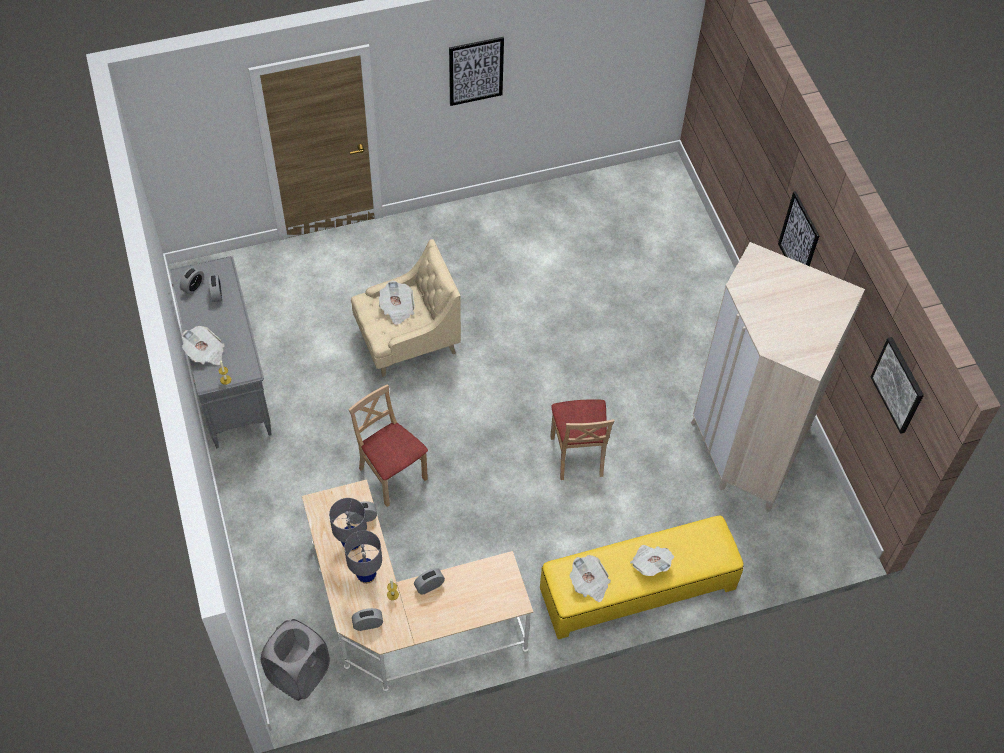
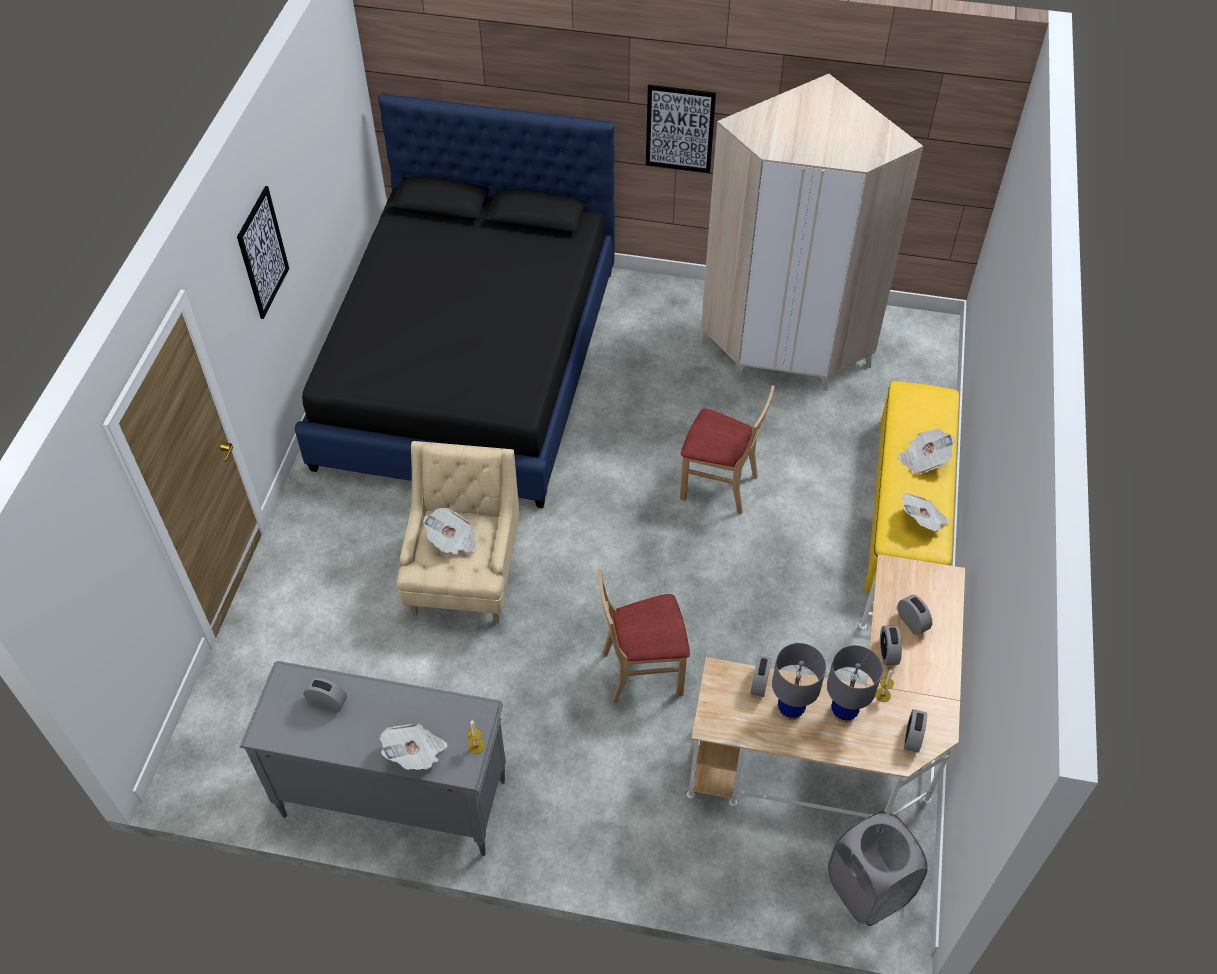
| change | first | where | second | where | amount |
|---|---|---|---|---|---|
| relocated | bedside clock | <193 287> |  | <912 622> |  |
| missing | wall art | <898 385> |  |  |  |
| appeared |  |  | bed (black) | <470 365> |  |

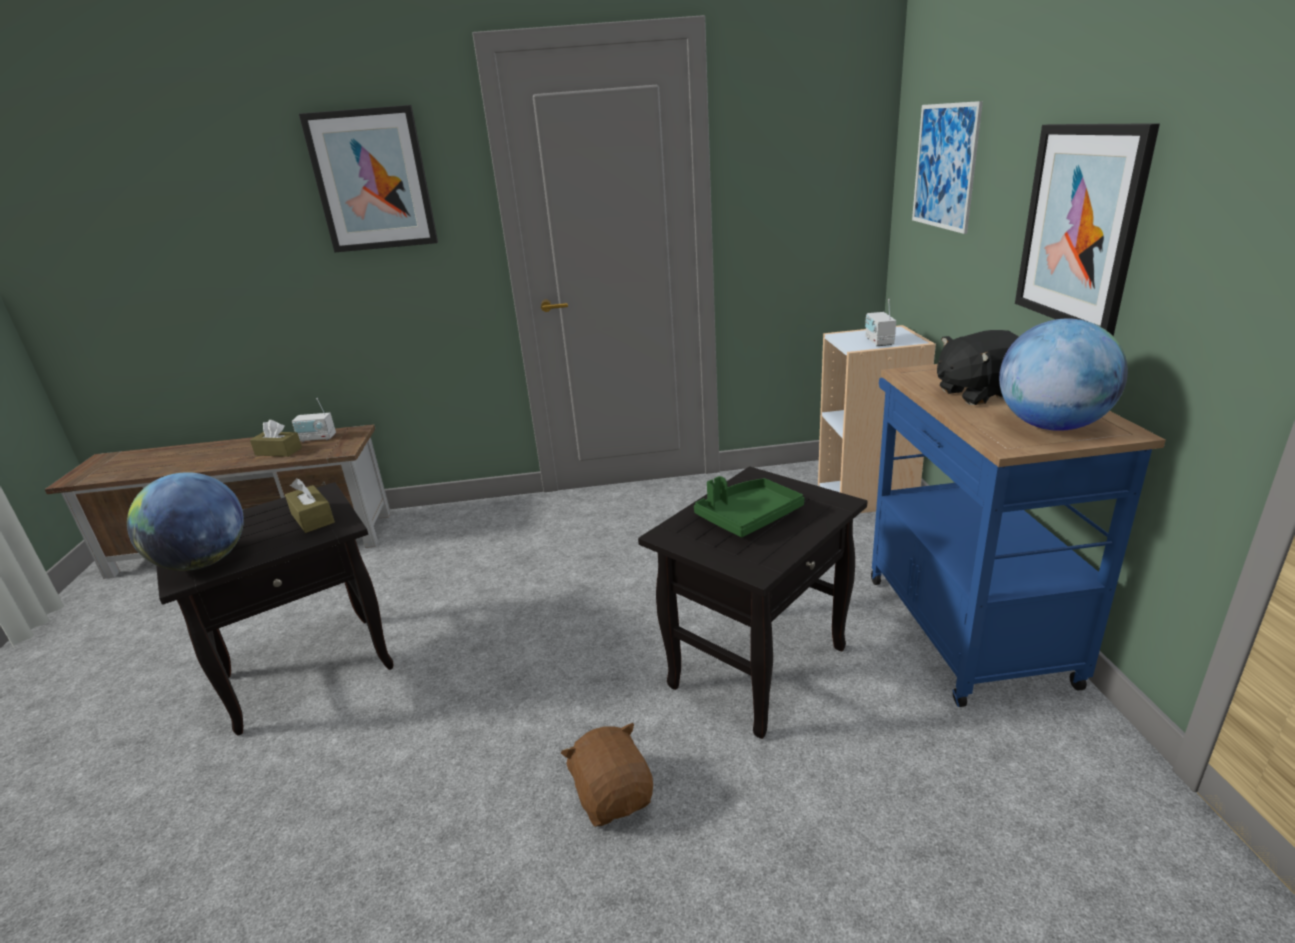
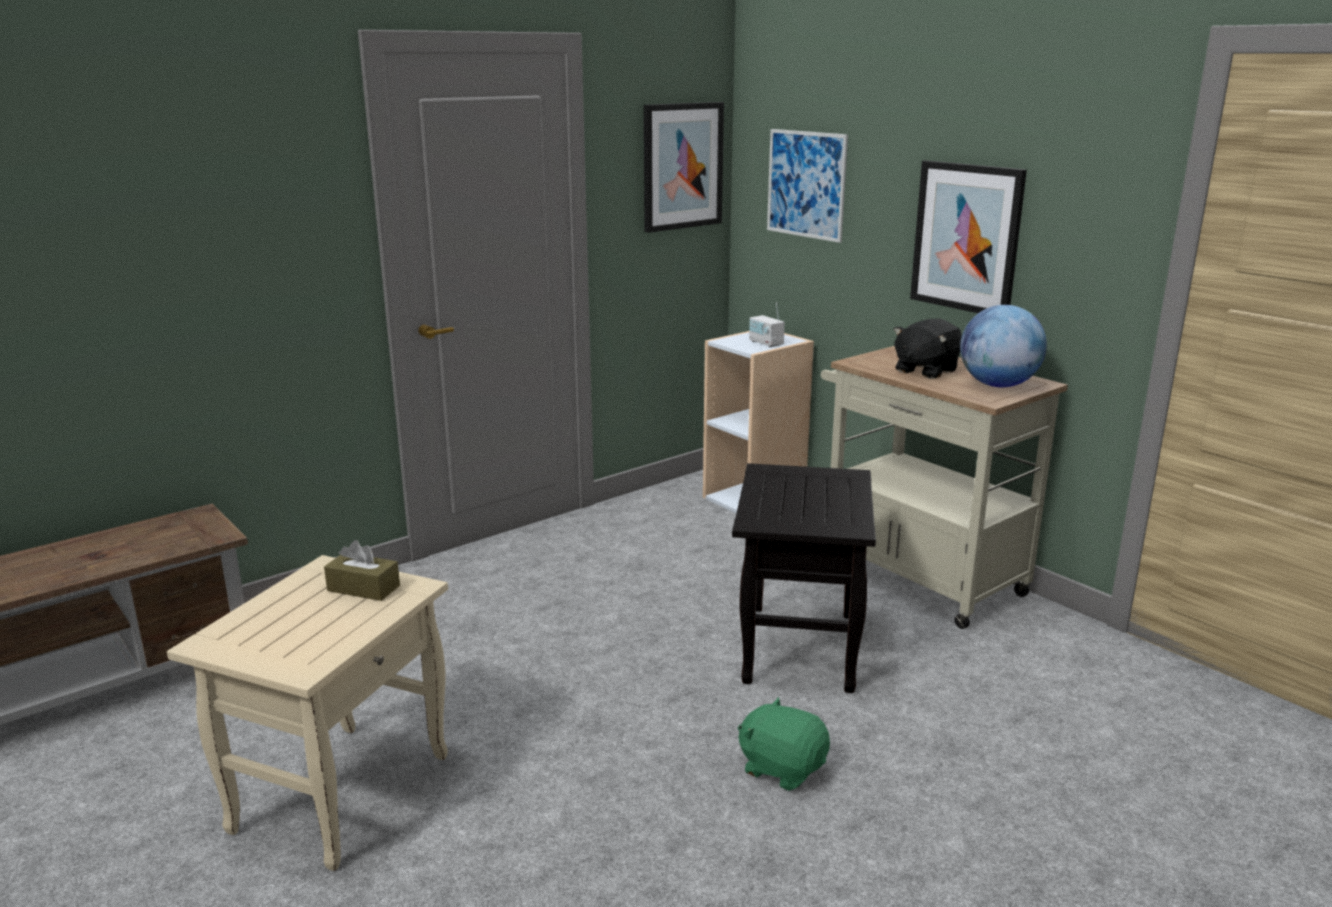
| change | first | where | second | where | amount |
|---|---|---|---|---|---|
| relocated | wall art | <372 180> |  | <682 166> |  |
| colour | trolley (blue-coloured) | <961 625> | trolley (sand-coloured) | <917 577> |  |
| missing | radio | <317 438> |  |  |  |
| missing | box of tissues (brown-coloured) | <278 451> |  |  |  |
| missing | globe | <204 562> |  |  |  |
| missing | tray (green) | <748 517> |  |  |  |
| colour | end table (black) | <311 669> | end table (sand-coloured) | <342 790> |  |
| colour | cuddly toy (brown-coloured) | <613 795> | cuddly toy (green) | <782 768> |  |

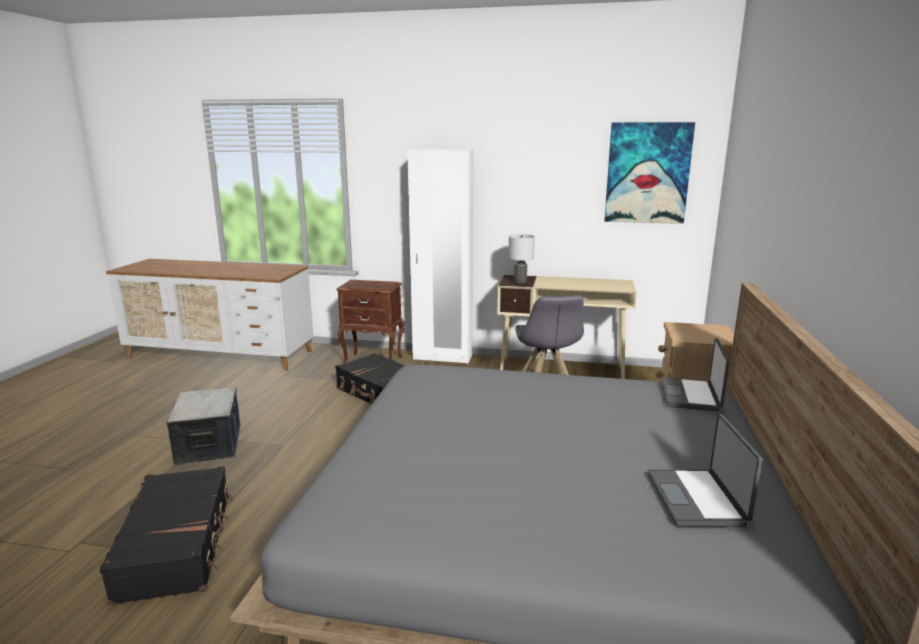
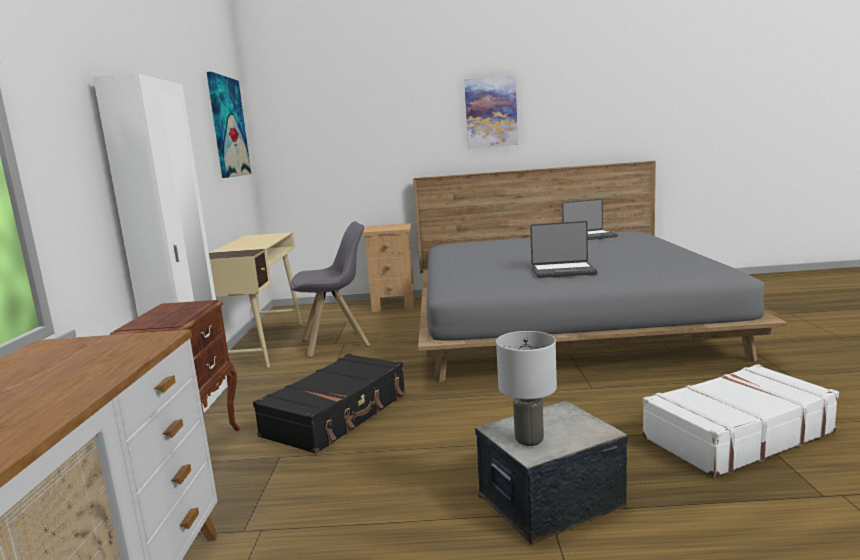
| change | first | where | second | where | amount |
|---|---|---|---|---|---|
| relocated | lamp for a table (white) | <520 283> |  | <530 439> |  |
| relocated | notebook computer | <691 396> |  | <563 271> |  |
| colour | piece of luggage (black) | <177 544> | piece of luggage (white) | <735 434> |  |
| appeared |  |  | wall art | <491 112> |  |

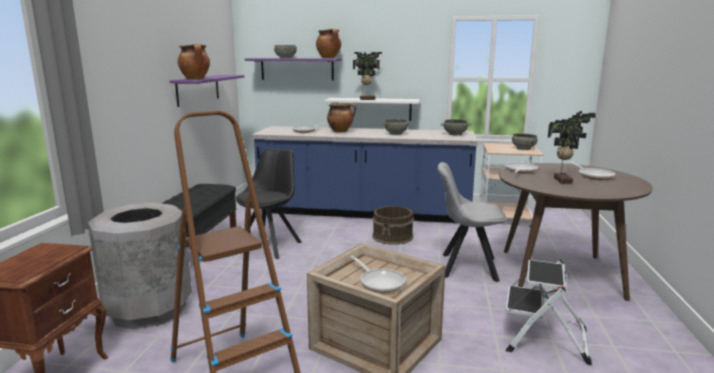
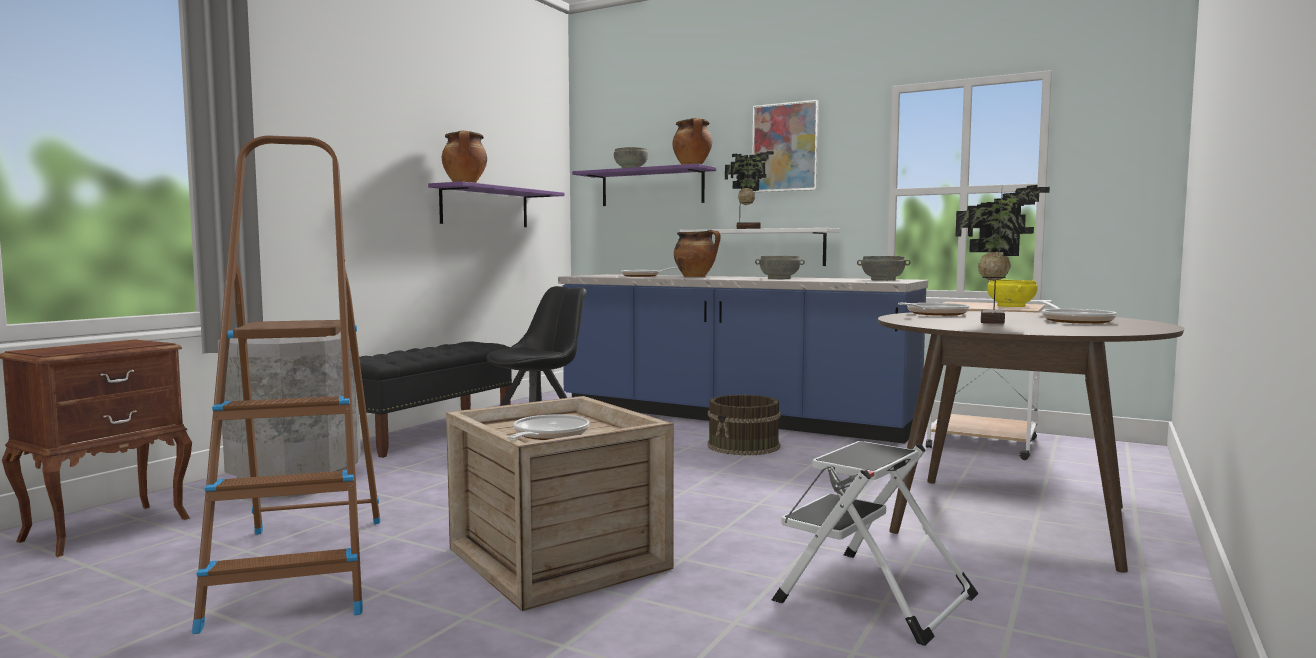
| change | first | where | second | where | amount |
|---|---|---|---|---|---|
| colour | bowl (gray) | <523 148> | bowl (yellow) | <1010 306> |  |
| missing | plain chair (gray) | <467 267> |  |  |  |
| spun | skillet | <380 282> |  | <547 435> | 150 degrees counterclockwise |
| appeared |  |  | wall art | <785 147> |  |

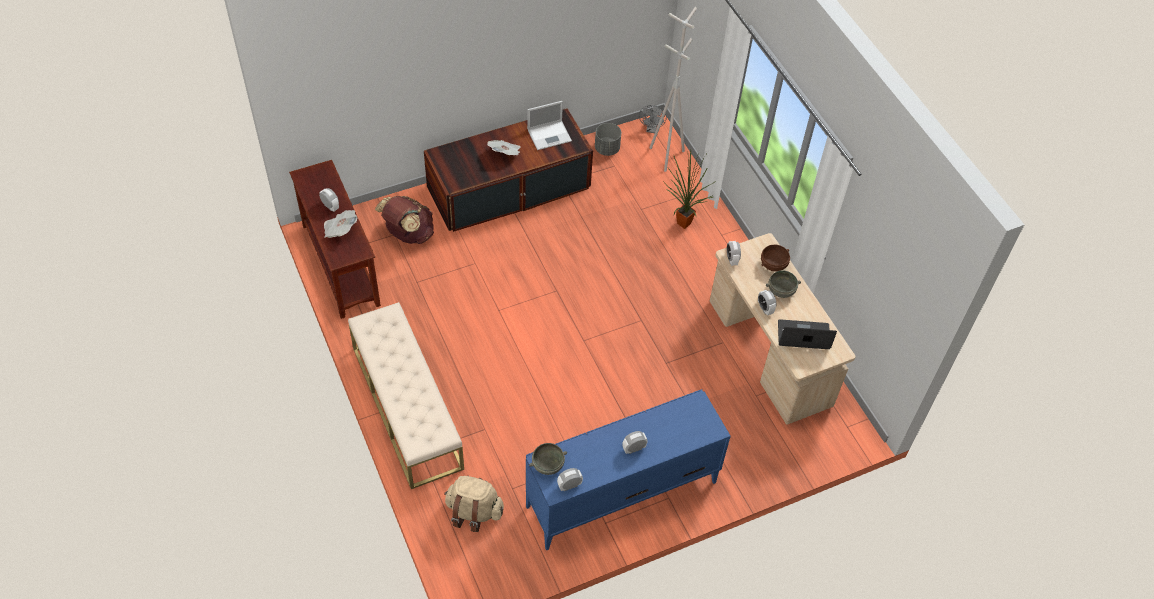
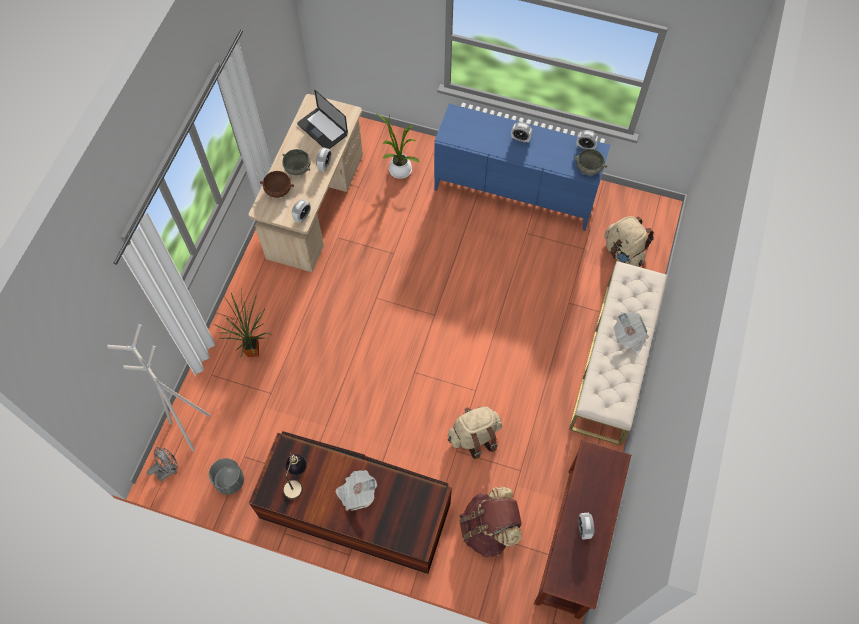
| change | first | where | second | where | amount |
|---|---|---|---|---|---|
| exchanged | notebook computer | <550 135> | lamp for a table | <296 481> |  |
| relocated | newspaper | <340 230> |  | <629 336> |  |
| appeared |  |  | potted plant | <399 168> |  |
| appeared |  |  | knapsack (sand-coloured) | <474 436> |  |

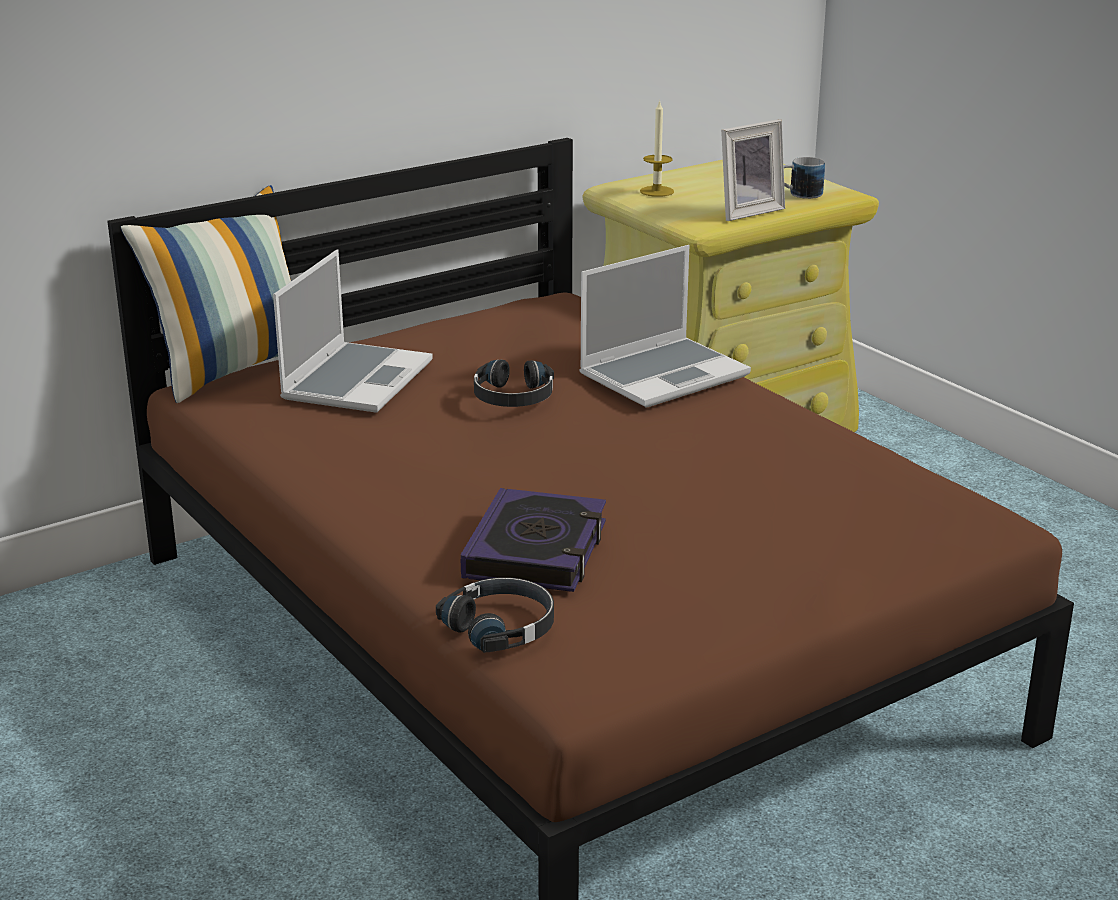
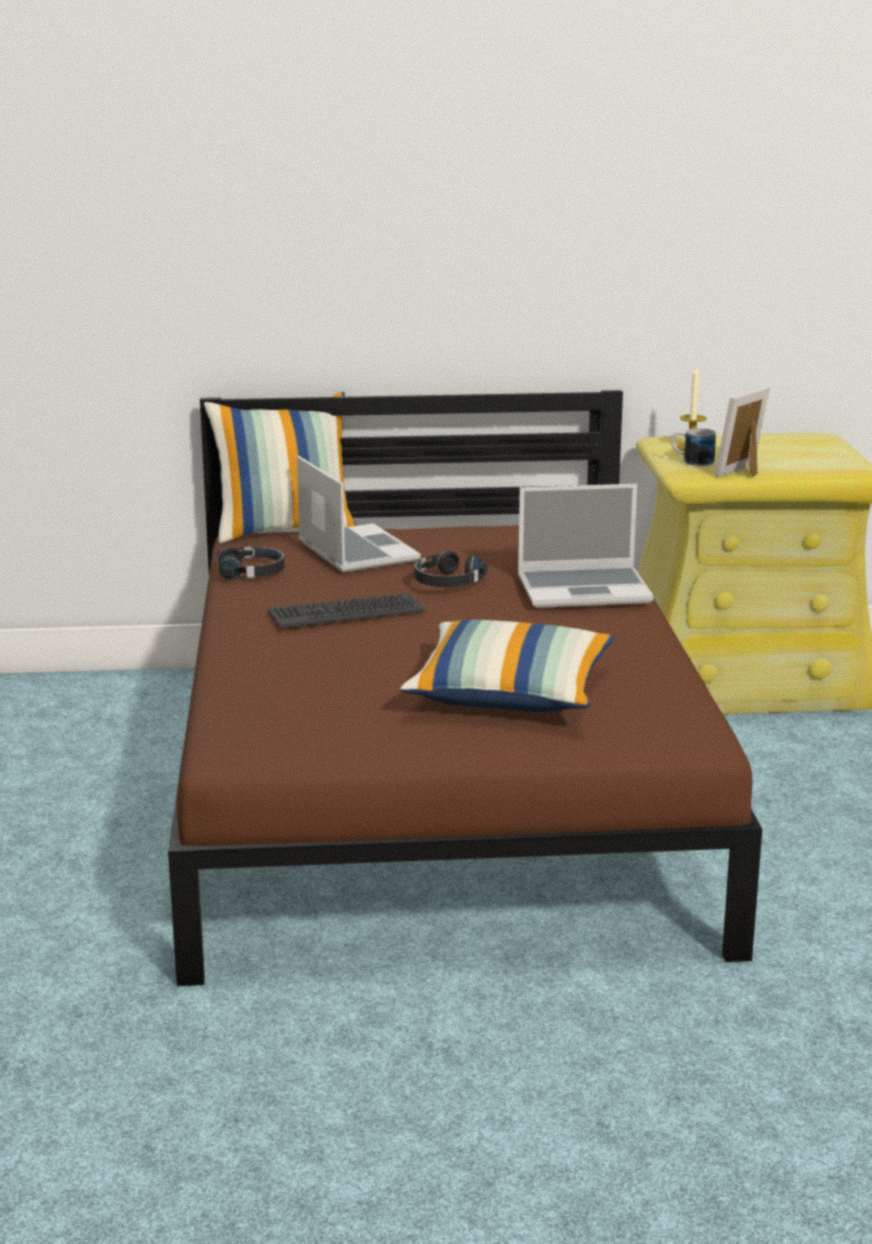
| change | first | where | second | where | amount |
|---|---|---|---|---|---|
| spun | picture frame | <746 211> |  | <745 472> | 135 degrees clockwise |
| relocated | tea mug | <799 194> |  | <691 461> |  |
| spun | notebook computer | <356 380> |  | <355 551> | 75 degrees counterclockwise |
| missing | volume | <536 551> |  |  |  |
| relocated | pair of headphones (black) | <501 627> |  | <251 572> |  |
| appeared |  |  | computer keyboard | <345 612> |  |
| appeared |  |  | pillow | <510 694> |  |

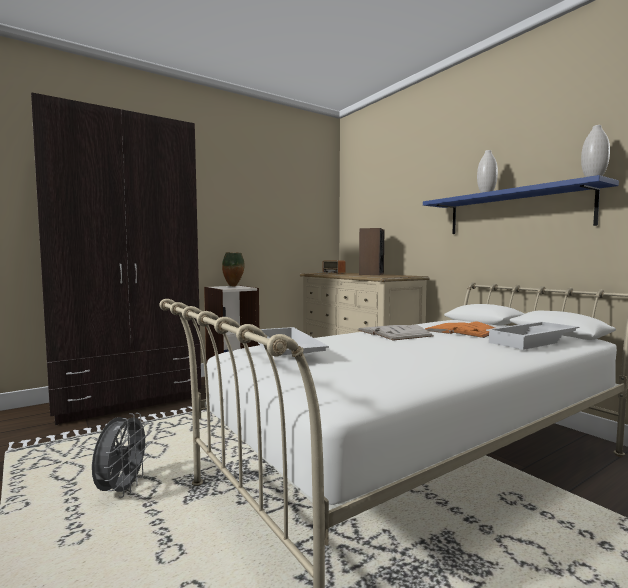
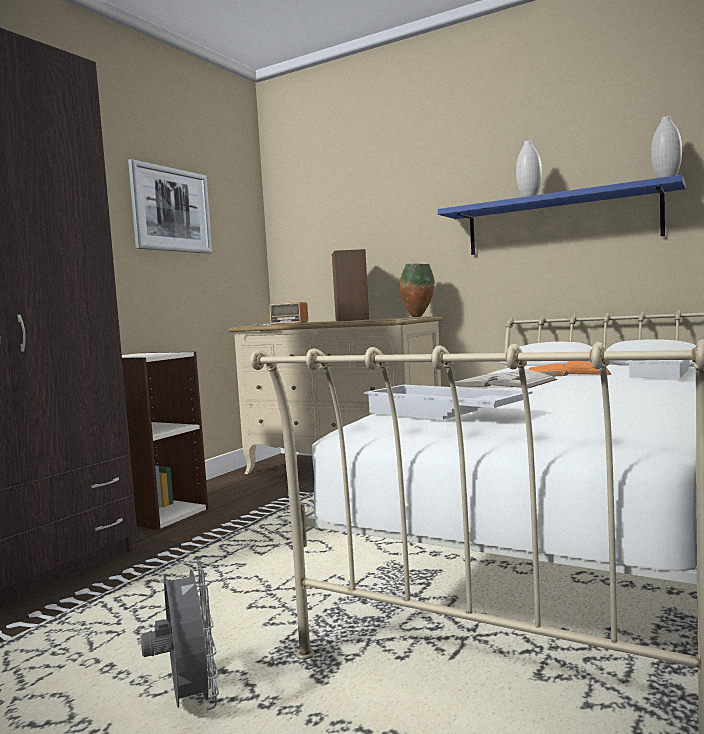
| change | first | where | second | where | amount |
|---|---|---|---|---|---|
| relocated | vase | <234 286> |  | <418 316> |  |
| appeared |  |  | wall art | <171 210> |  |

